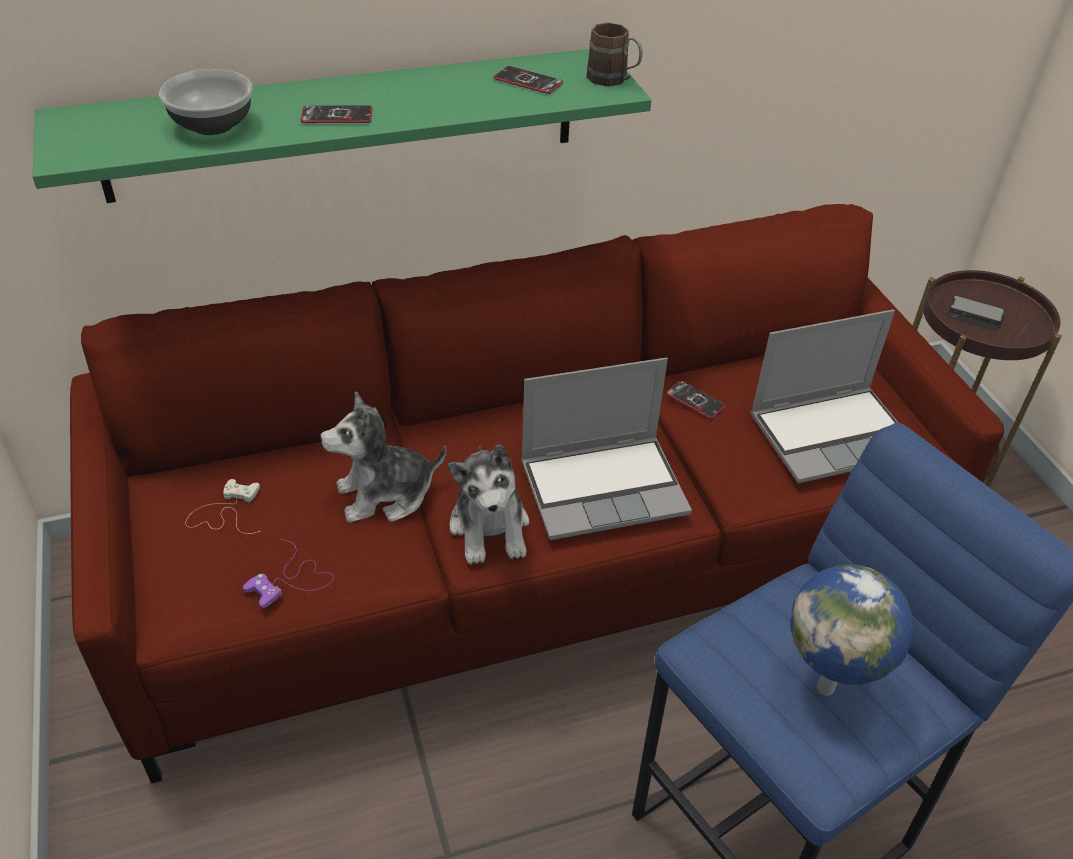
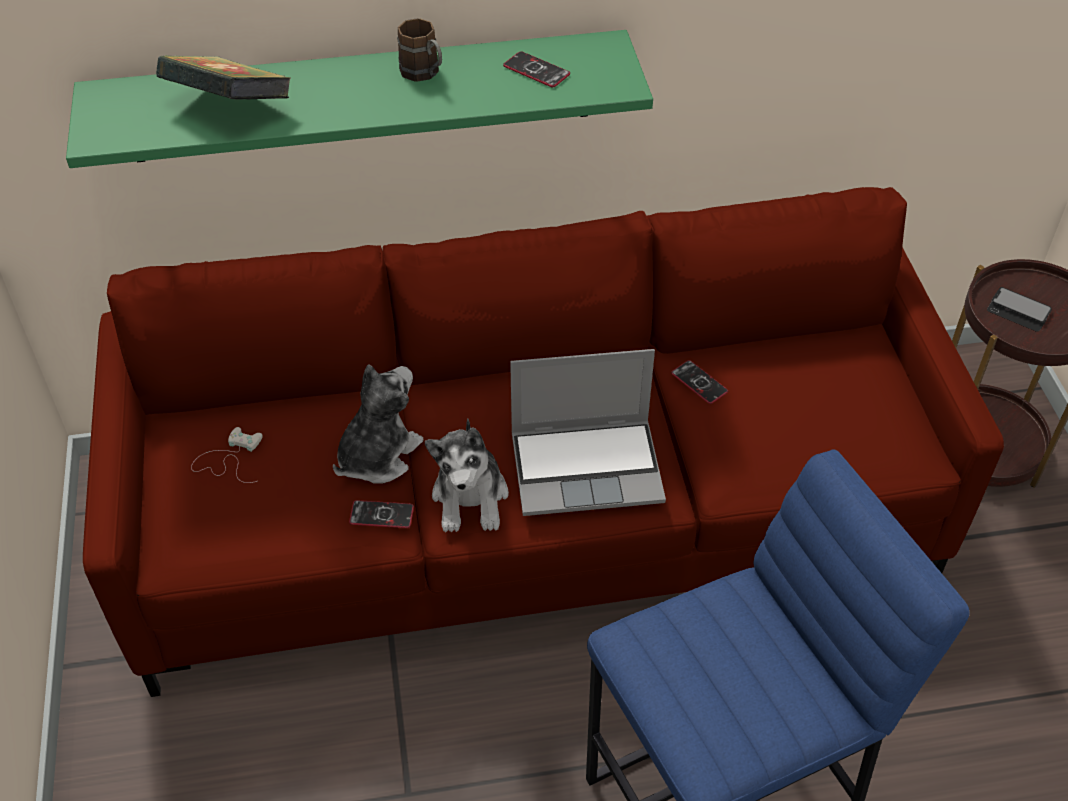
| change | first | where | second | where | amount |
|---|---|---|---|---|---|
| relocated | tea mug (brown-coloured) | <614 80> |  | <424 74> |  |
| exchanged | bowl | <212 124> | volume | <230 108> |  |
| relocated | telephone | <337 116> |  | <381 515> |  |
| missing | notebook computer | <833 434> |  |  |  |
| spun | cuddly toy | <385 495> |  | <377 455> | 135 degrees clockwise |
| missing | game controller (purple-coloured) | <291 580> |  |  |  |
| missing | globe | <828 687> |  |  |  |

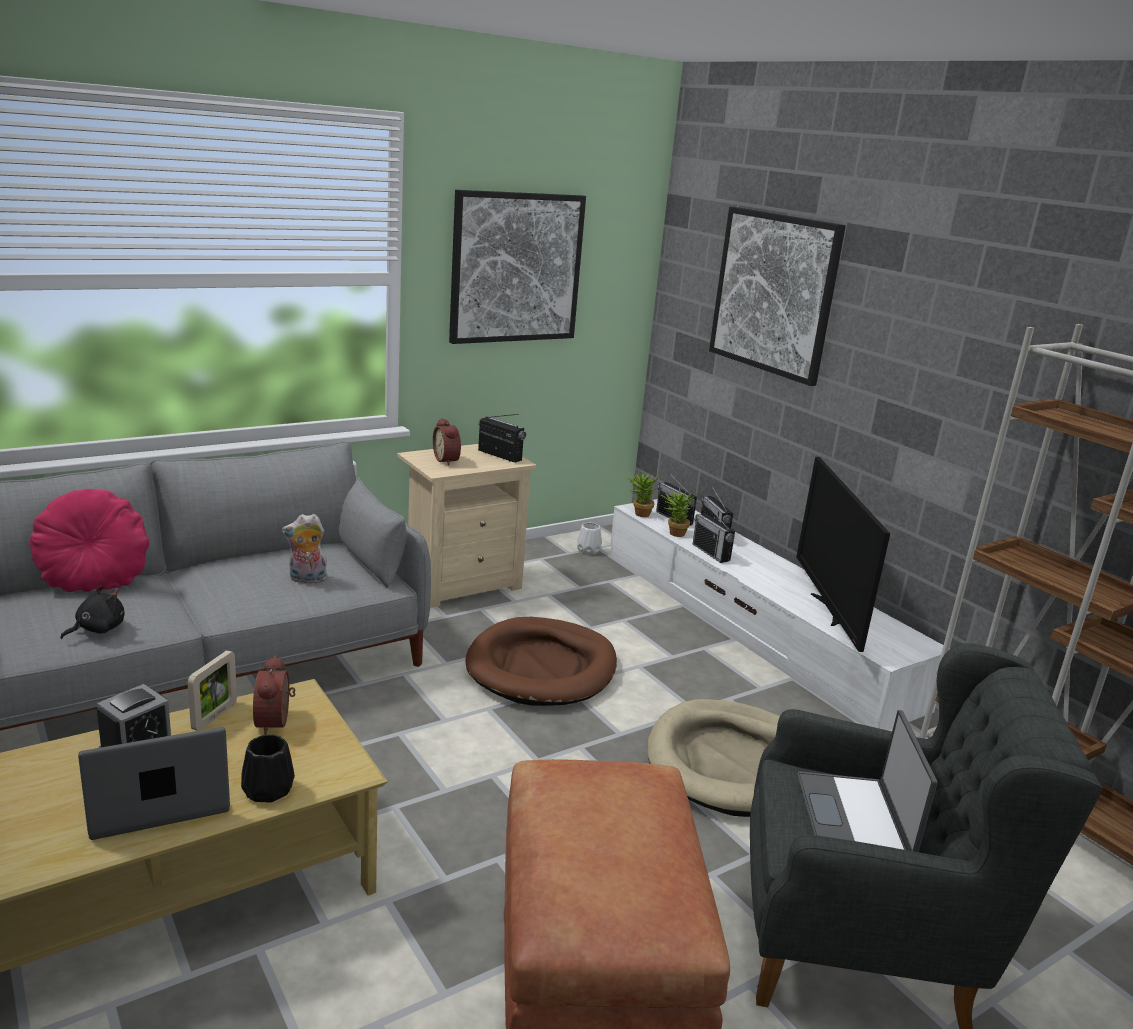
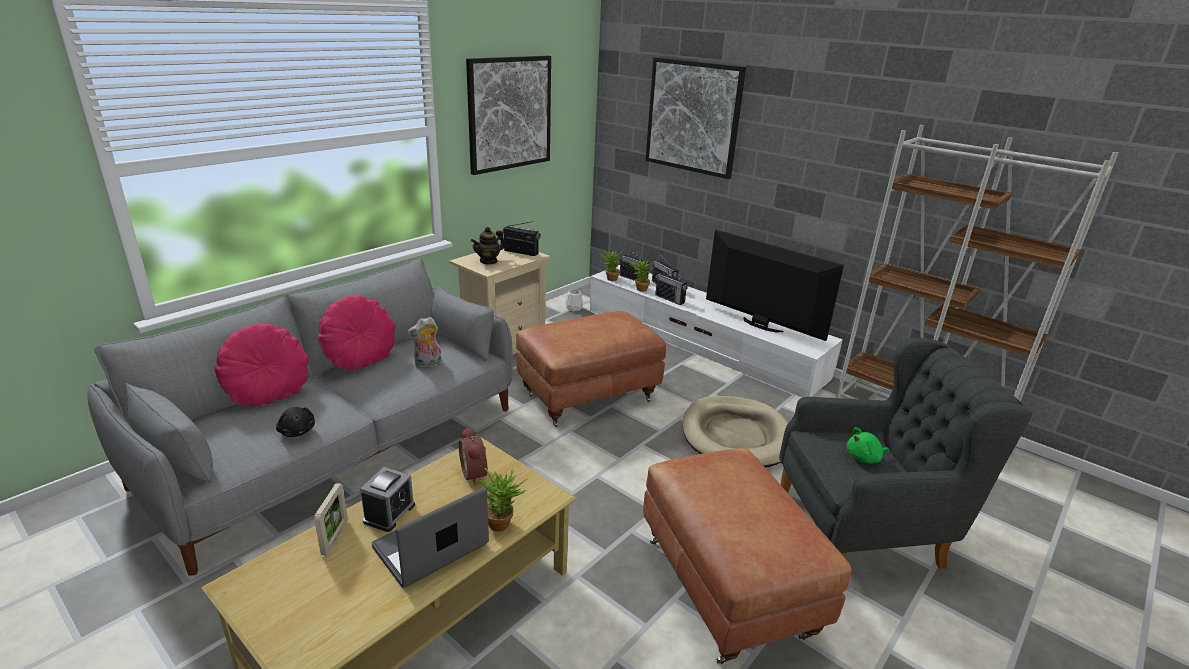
| change | first | where | second | where | amount |
|---|---|---|---|---|---|
| exchanged | bedside clock | <448 460> | pot for tea | <488 261> |  |
| spun | TV | <828 610> |  | <760 326> | 150 degrees clockwise |
| spun | cuddly toy (black) | <97 629> |  | <297 431> | 120 degrees clockwise |
| exchanged | dog cushion (brown-coloured) | <542 667> | footrest (brown-coloured) | <588 396> |  |
| relocated | picture frame | <214 716> |  | <335 538> |  |
| exchanged | notebook computer | <855 819> | cuddly toy (green) | <864 458> |  |
| exchanged | vase (black) | <268 791> | potted plant | <503 523> |  |
| appeared |  |  | pillow (pink-coloured) | <361 362> |  |

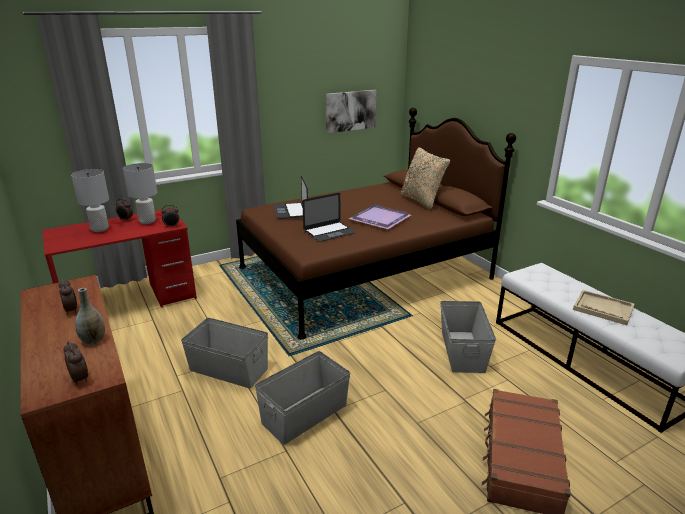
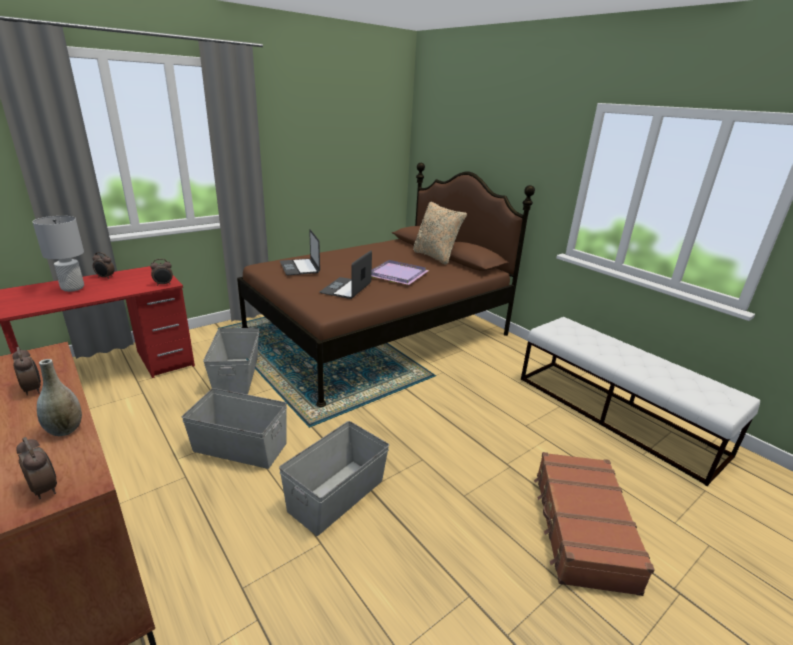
| change | first | where | second | where | amount |
|---|---|---|---|---|---|
| missing | wall art | <350 110> |  |  |  |
| missing | lamp for a table (gray) | <148 222> |  |  |  |
| spun | notebook computer | <329 232> |  | <346 288> | 150 degrees clockwise |
| missing | tray (sand-coloured) | <602 308> |  |  |  |
| relocated | storage container (gray) | <463 350> |  | <237 375> |  |

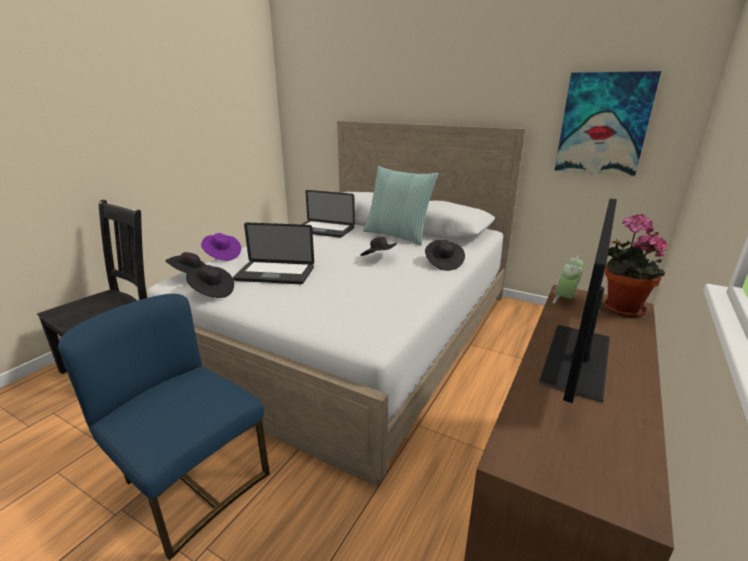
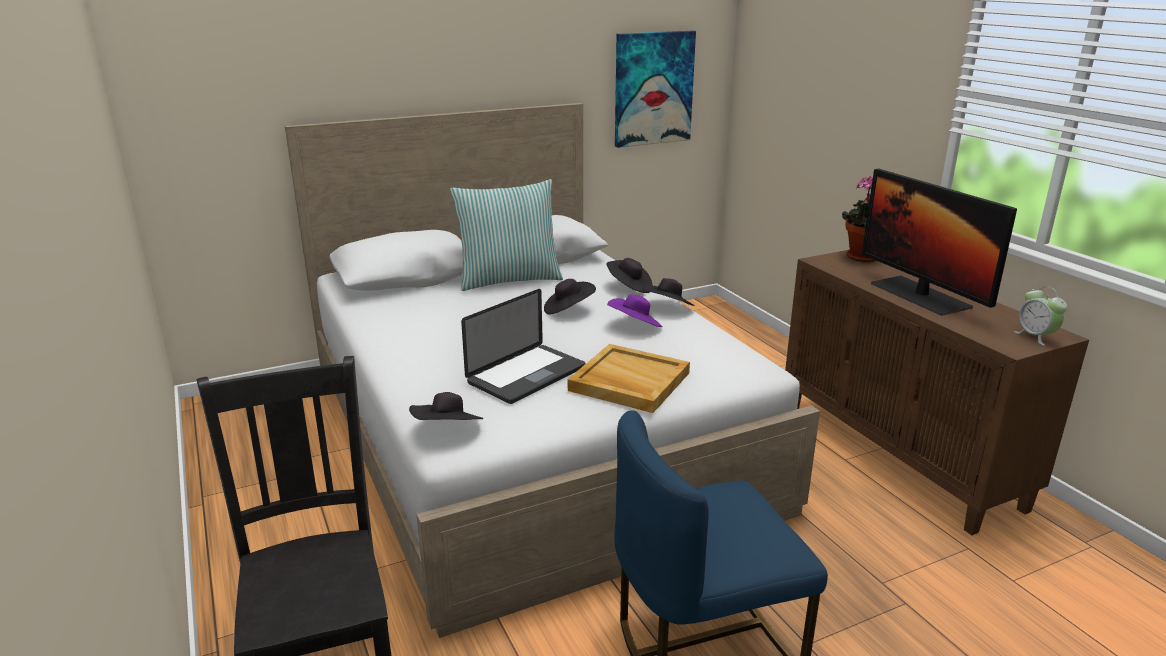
| change | first | where | second | where | amount |
|---|---|---|---|---|---|
| missing | notebook computer | <324 230> |  |  |  |
| relocated | clothing hat (purple-coloured) | <222 255> |  | <635 326> |  |
| relocated | bedside clock | <565 299> |  | <1035 337> |  |
| relocated | clothing hat (black) | <212 292> |  | <668 308> |  |
| appeared |  |  | tray (sand-coloured) | <628 382> |  |

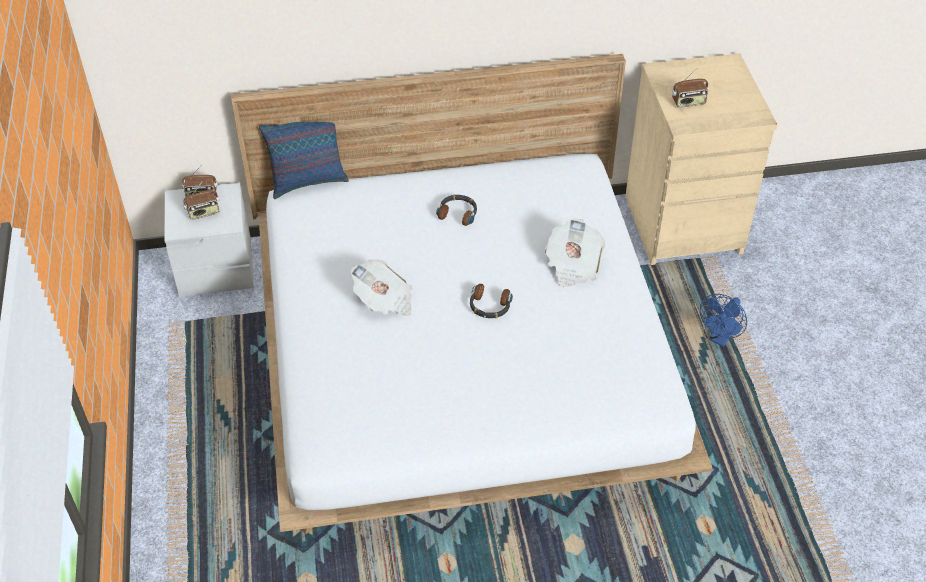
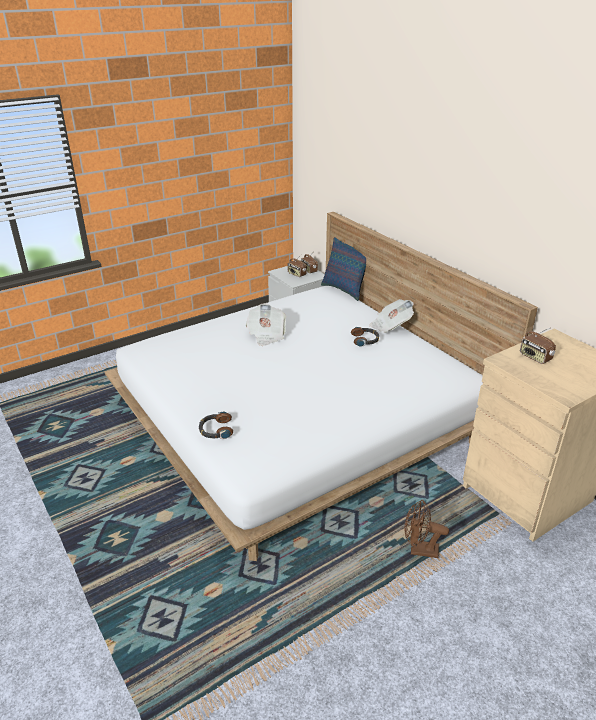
| change | first | where | second | where | amount |
|---|---|---|---|---|---|
| relocated | newspaper | <573 265> |  | <390 325> |  |
| relocated | pair of headphones | <489 306> |  | <216 430> |  |
| colour | fan (blue-coloured) | <720 338> | fan (brown-coloured) | <419 550> |  |

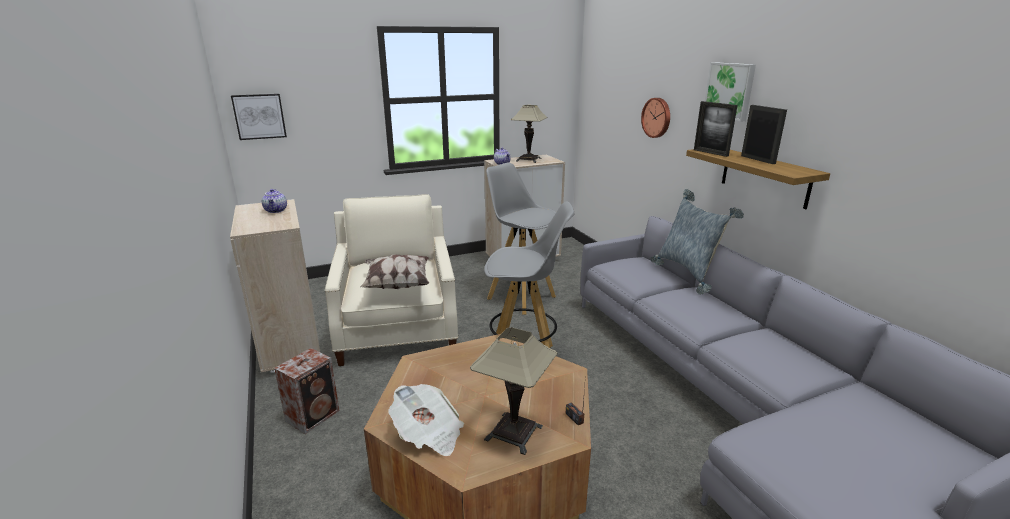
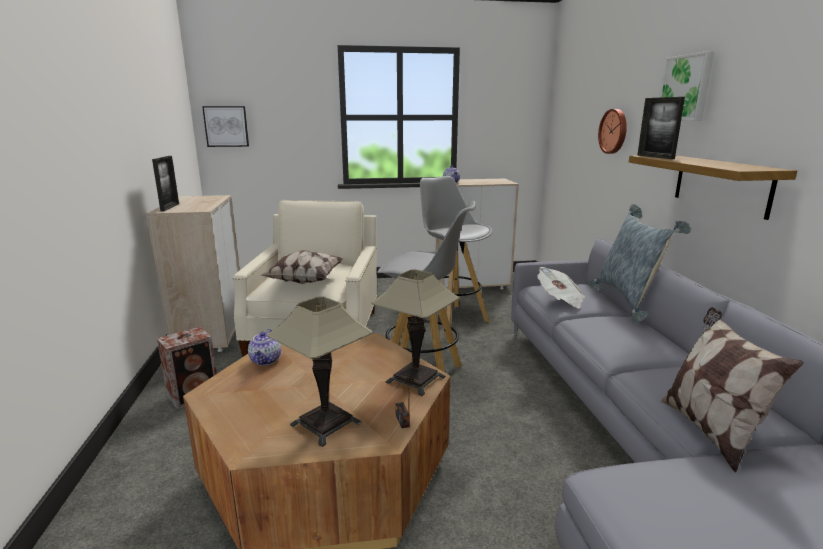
| change | first | where | second | where | amount |
|---|---|---|---|---|---|
| relocated | lamp for a table | <528 160> |  | <415 379> |  |
| relocated | picture frame | <757 159> |  | <170 207> |  |
| relocated | pot for tea | <276 210> |  | <266 360> |  |
| relocated | newspaper | <428 434> |  | <560 299> |  |
| appeared |  |  | pillow | <709 430> |  |

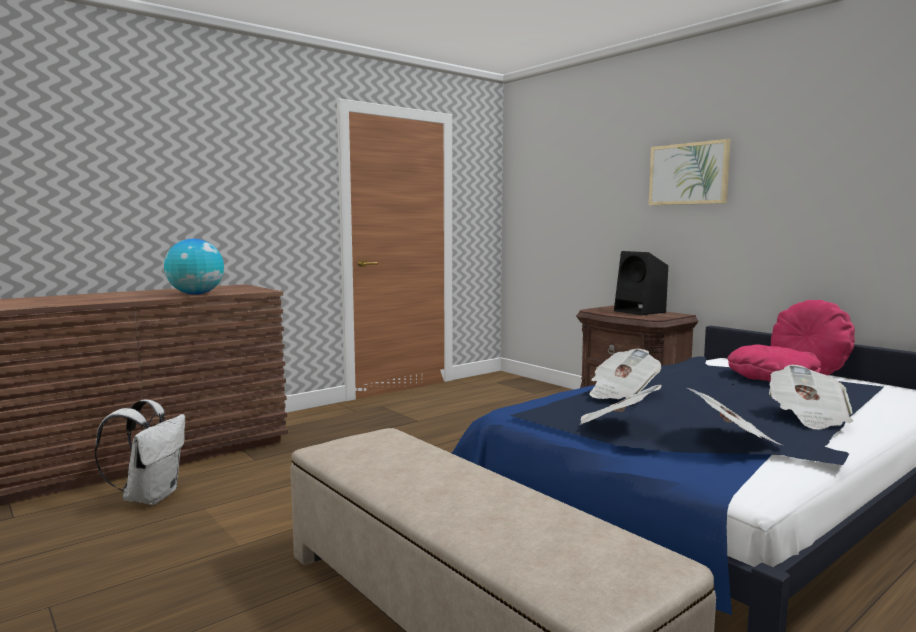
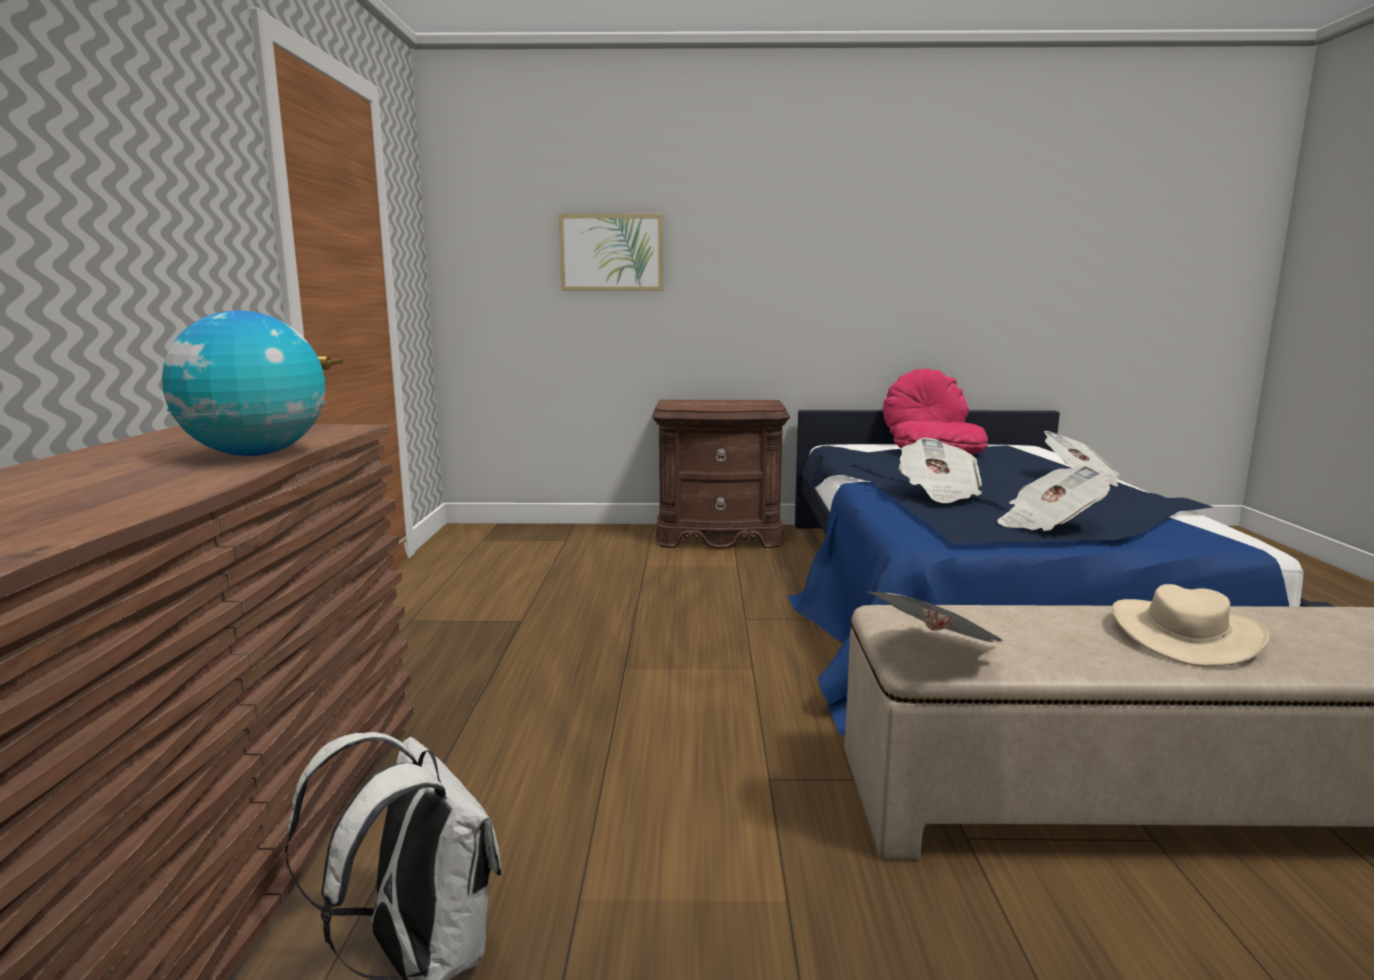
| change | first | where | second | where | amount |
|---|---|---|---|---|---|
| relocated | wall art | <688 174> |  | <611 252> |  |
| missing | loudspeaker (black) | <641 312> |  |  |  |
| relocated | newspaper | <732 439> |  | <936 654> |  |
| appeared |  |  | clothing hat (sand-coloured) | <1185 635> |  |

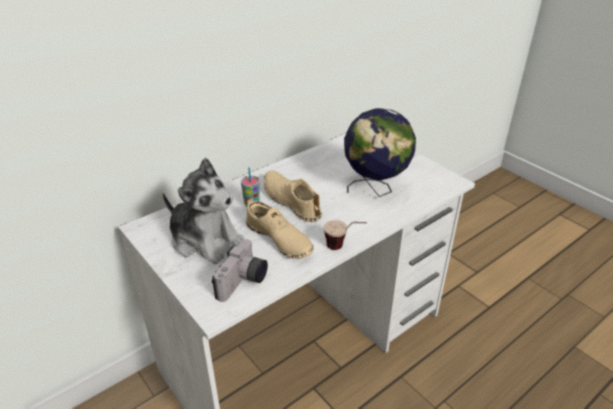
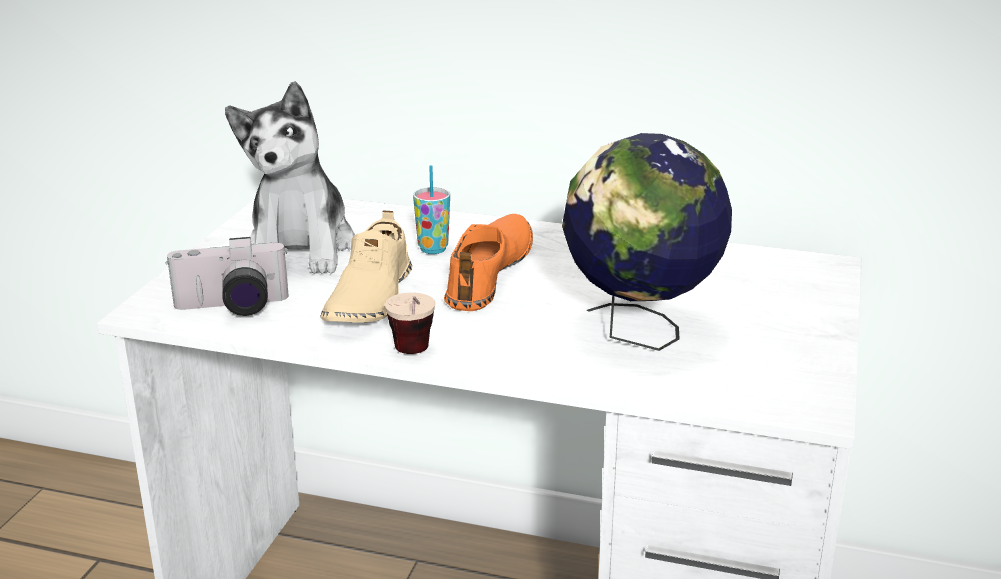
| change | first | where | second | where | amount |
|---|---|---|---|---|---|
| colour | low shoe (sand-coloured) | <291 200> | low shoe (orangey) | <490 273> |  |

